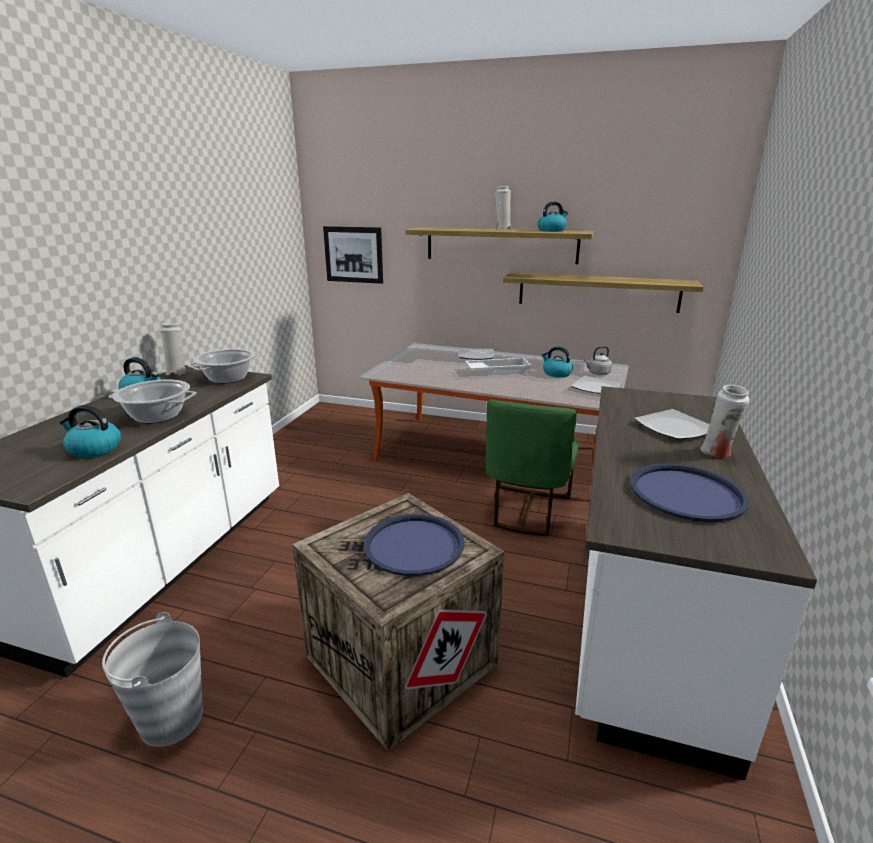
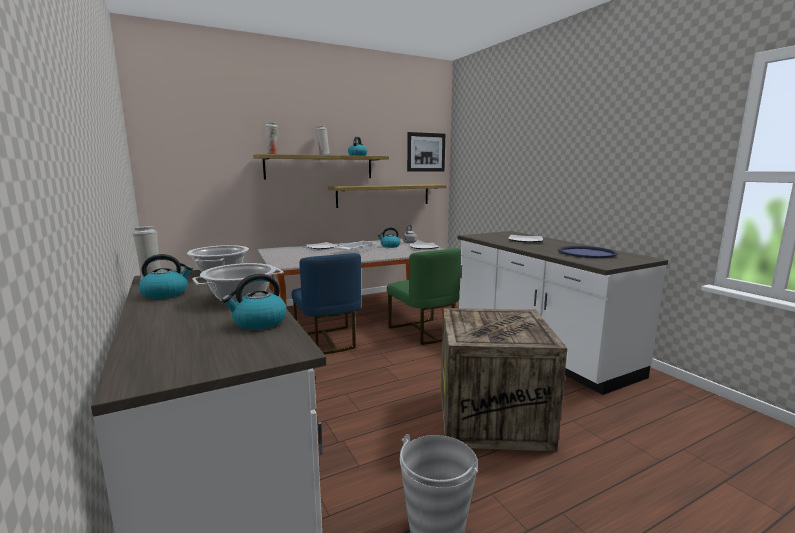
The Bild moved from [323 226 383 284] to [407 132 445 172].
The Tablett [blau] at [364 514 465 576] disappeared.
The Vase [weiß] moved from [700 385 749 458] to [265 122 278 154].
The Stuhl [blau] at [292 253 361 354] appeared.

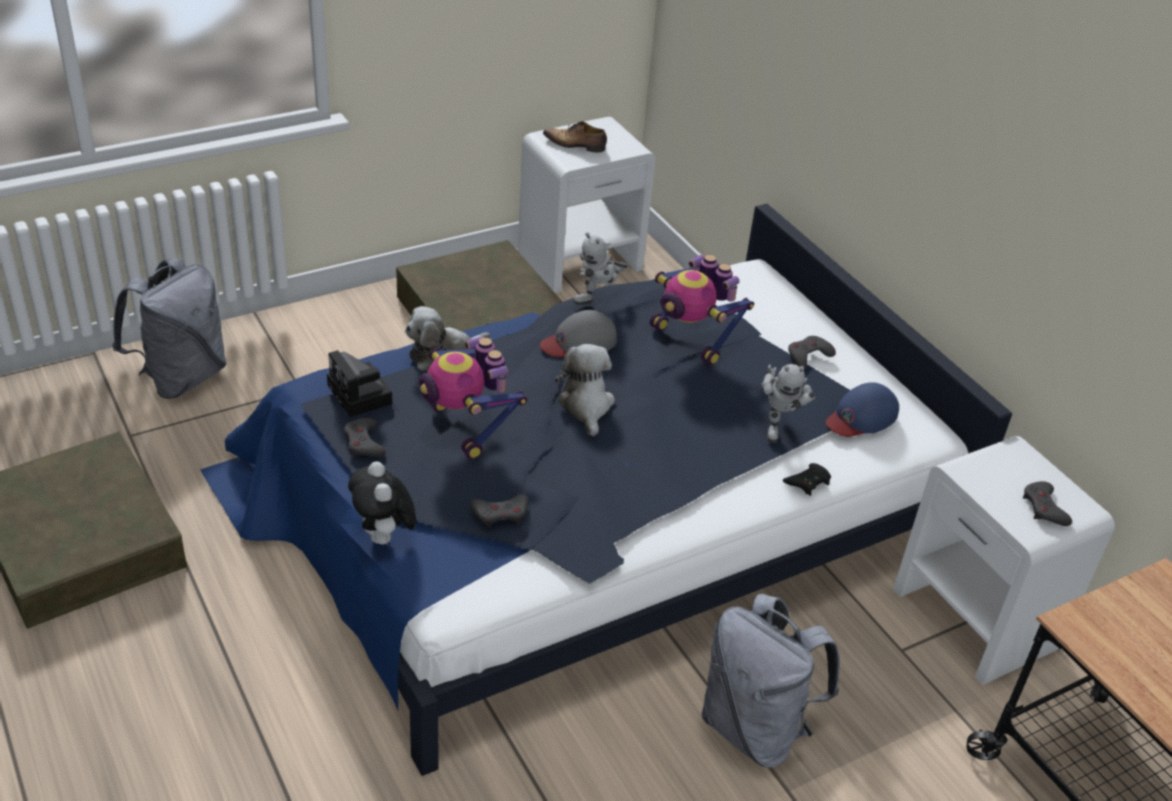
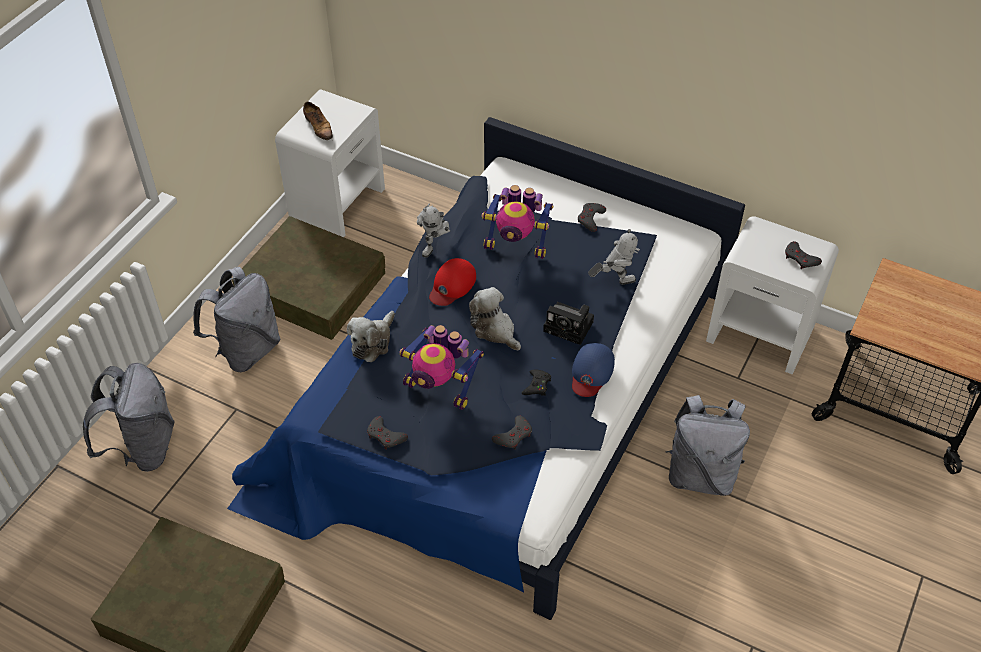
The Kamera moved from [327 350 393 417] to [543 302 594 345].
The Plüschtier at [348 461 416 546] disappeared.
The Kappe [grau] at [540 310 617 357] became the Kappe [rot] at [429 258 476 306].
The Schuh at [543 121 607 153] turned 105 degrees counterclockwise.
The Spielzeugroboter at [761 364 815 443] turned 75 degrees counterclockwise.
The Gamepad [schwarz] moved from [783 463 831 496] to [522 370 551 396].
The Kappe [blau] moved from [826 382 899 437] to [572 343 615 397].
The Rucksack [grau] at [193 267 281 372] appeared.

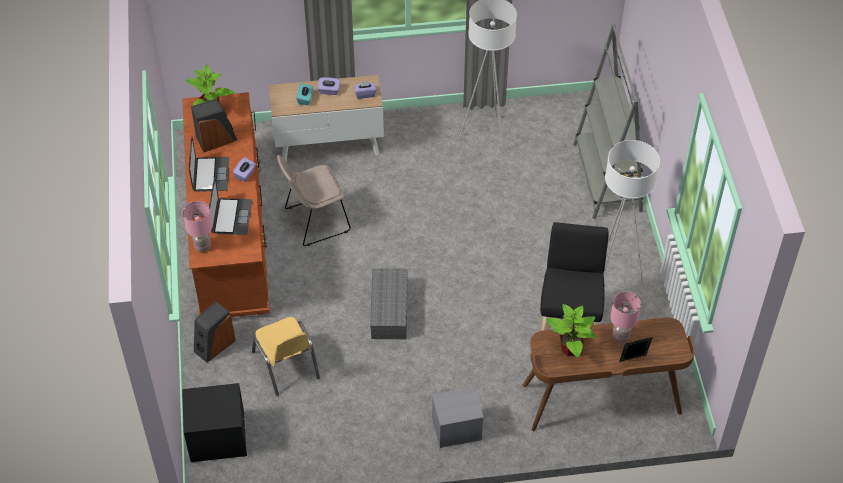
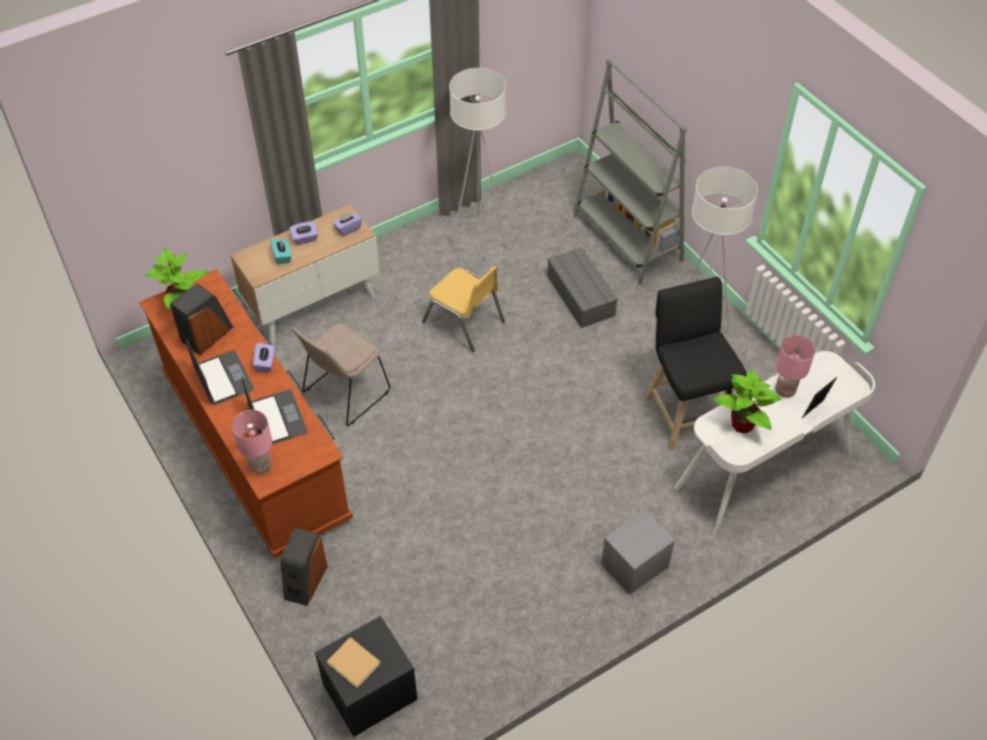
The Stuhl [gelb] moved from [252 317 320 396] to [422 266 505 352].
The Aufbewahrungsbox [grau] moved from [370 268 408 339] to [547 247 618 328].
The Schreibtisch [braun] at [522 317 695 431] became the Schreibtisch [weiß] at [675 351 875 534].
The Buch [beige] at [327 637 381 688] appeared.

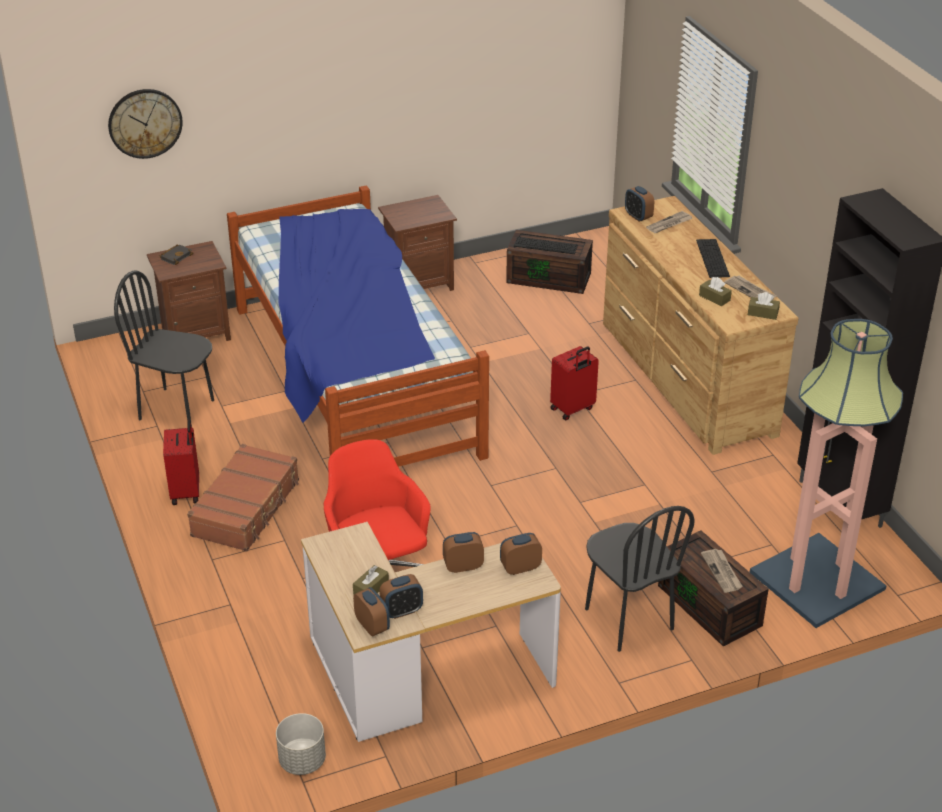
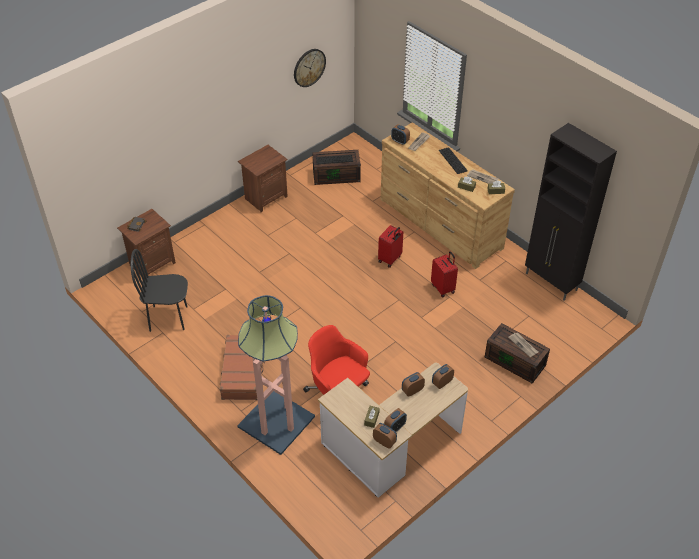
The Wanduhr moved from [108 89 183 159] to [294 49 326 87].
The Koffer [rot] moved from [163 420 199 505] to [431 251 458 298].
The Bett at [227 185 489 467] disappeared.
The Pflanzkübel [grau] at [276 713 326 775] disappeared.
The Stuhl [schwarz] at [585 506 695 652] disappeared.
The Stehlampe moved from [750 319 903 628] to [237 295 315 455].

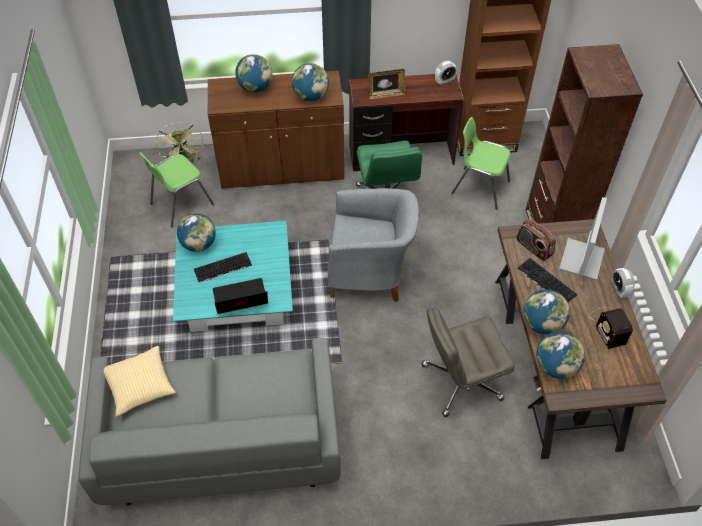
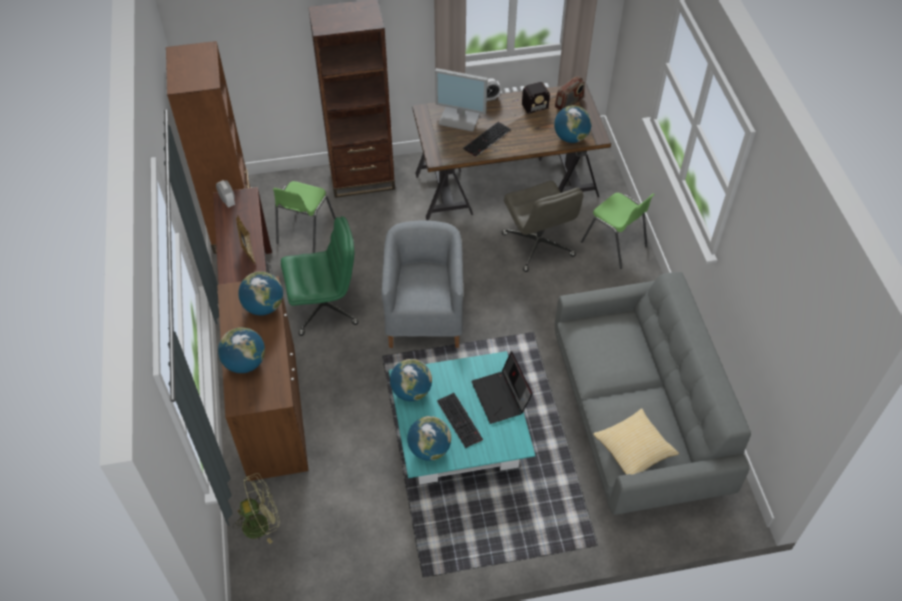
The Stuhl [grün] moved from [139 152 214 228] to [581 193 654 269].
The Radio moved from [516 219 556 261] to [555 76 585 110].
The Globus moved from [523 289 570 334] to [390 359 432 401].

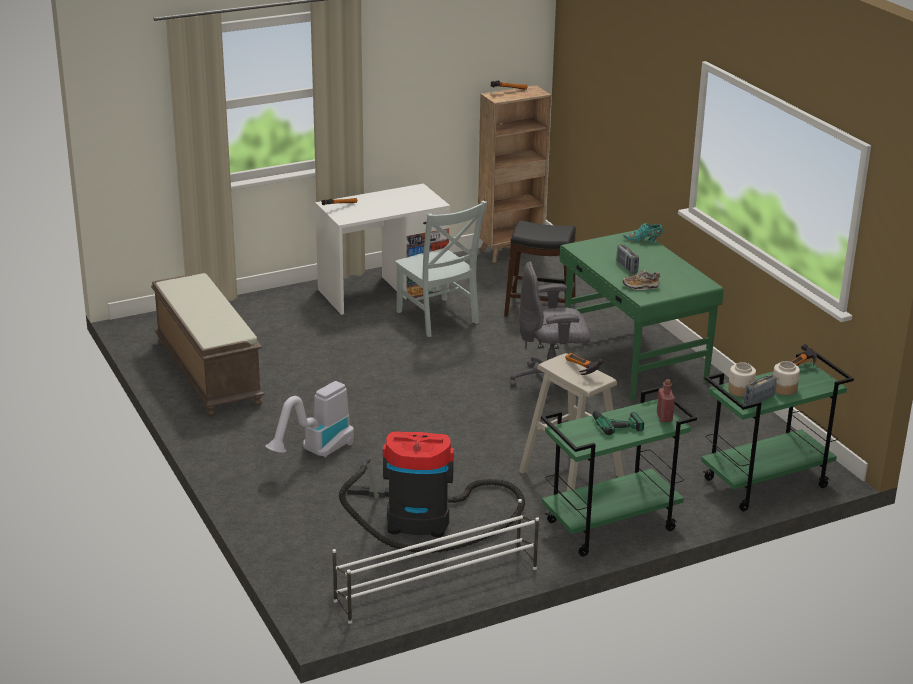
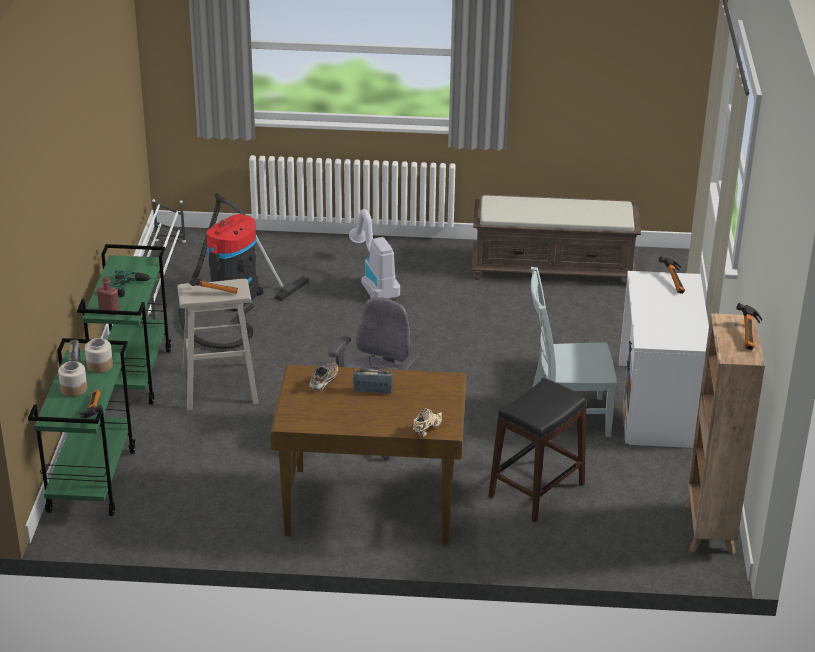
The Schreibtisch [grün] at [560 230 724 401] became the Schreibtisch [braun] at [270 365 467 545].
The Schuh [türkis] at [623 223 663 242] became the Schuh [beige] at [413 409 442 437].

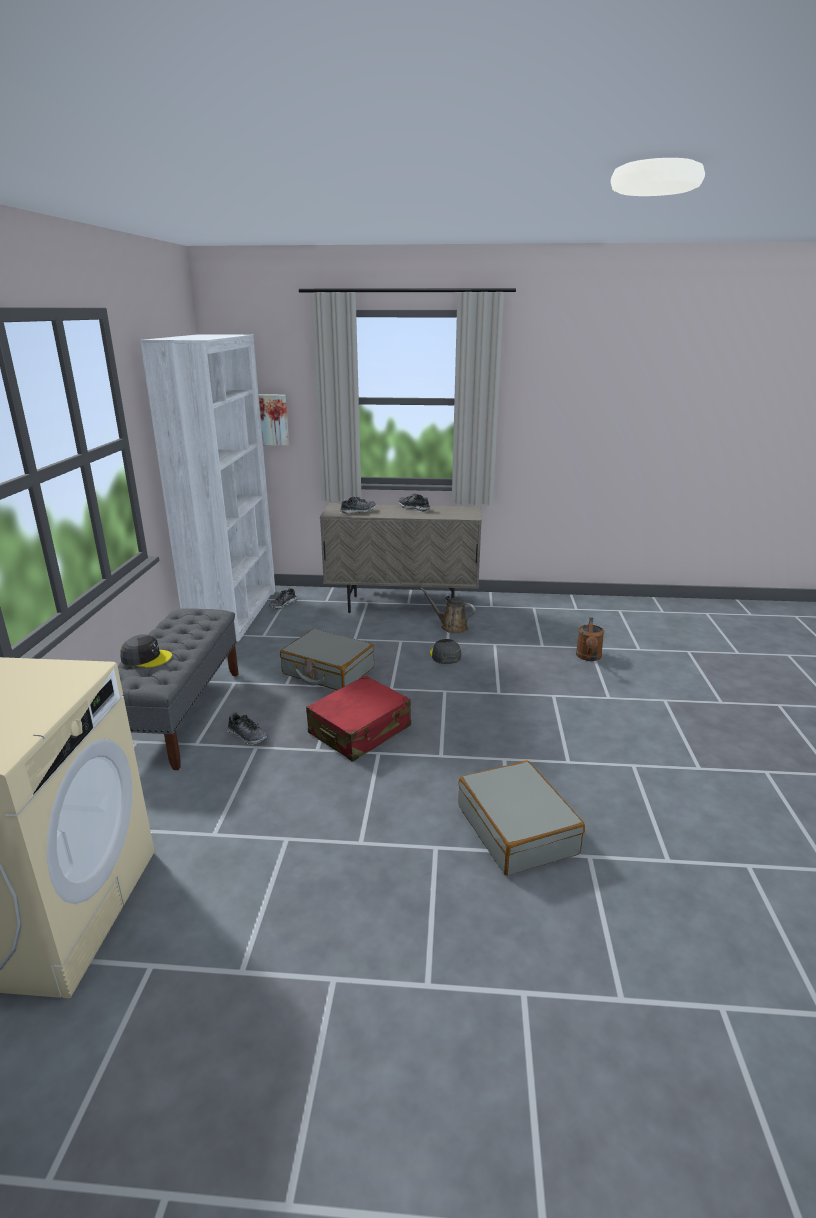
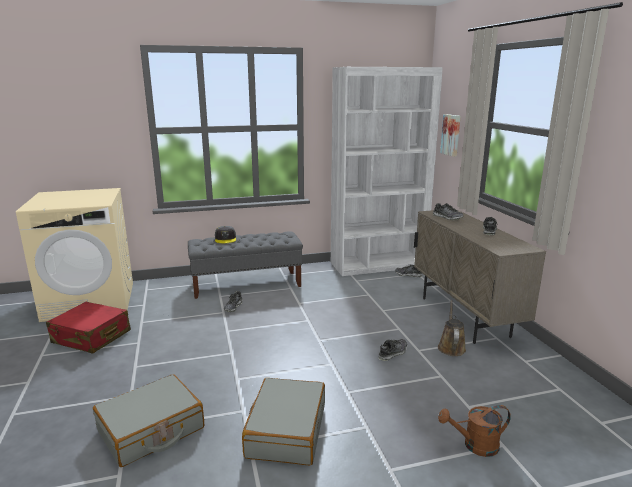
The Koffer [grau] moved from [280 629 374 690] to [242 378 325 466].
The Koffer [rot] moved from [306 676 411 762] to [46 302 131 354].
The Kappe [grau] at [430 639 461 664] was replaced by the Schuh at [378 339 407 361].

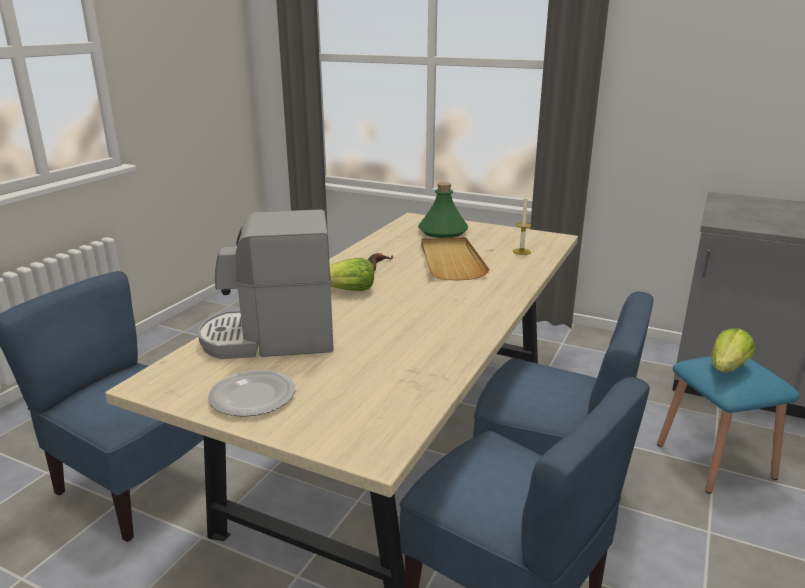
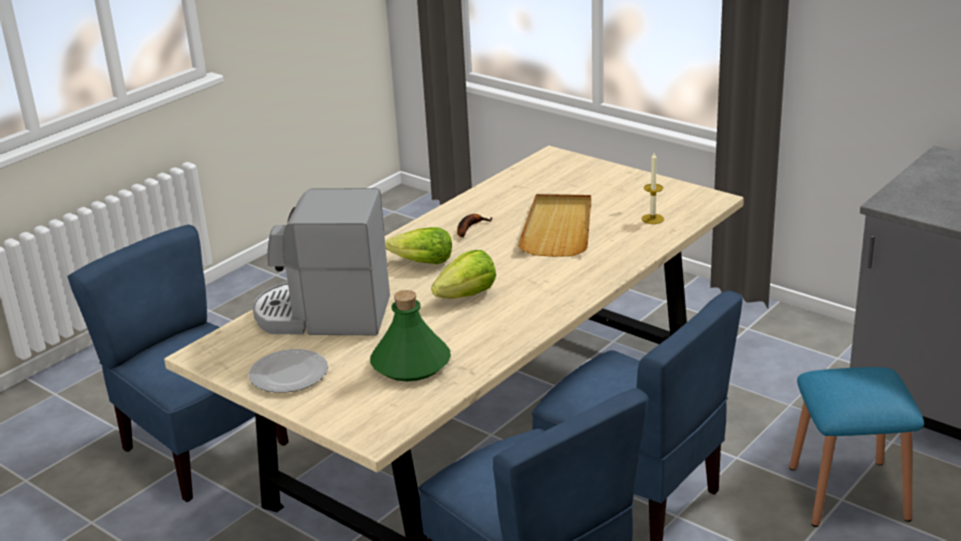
The Flasche [grün] moved from [418 182 468 238] to [370 290 451 381].
The Salatkopf moved from [711 328 755 372] to [431 250 496 299].

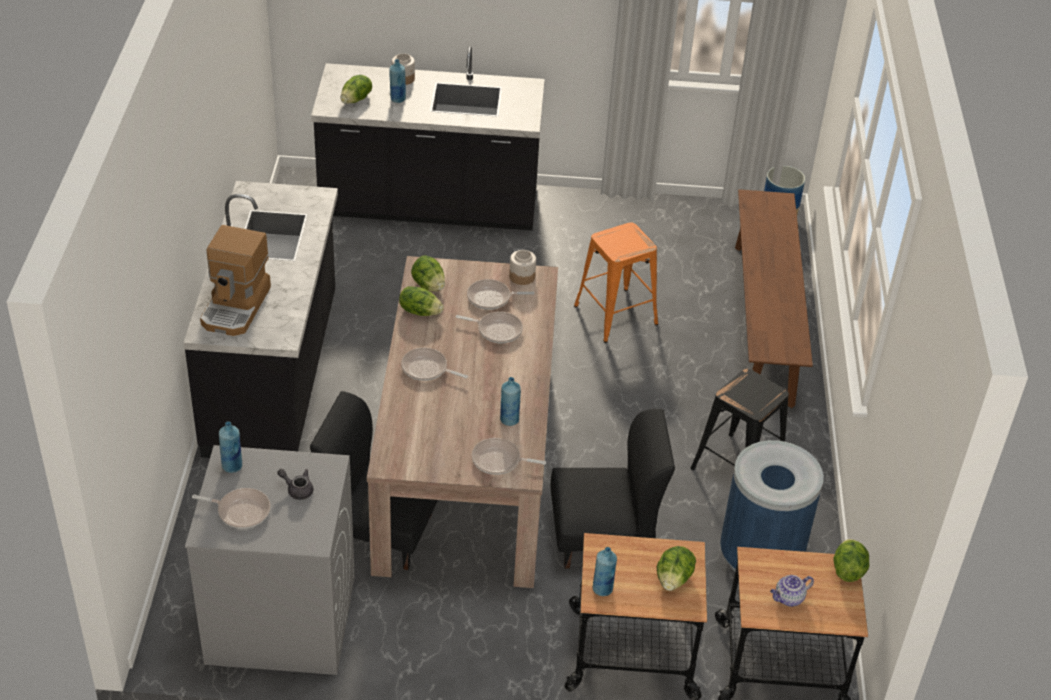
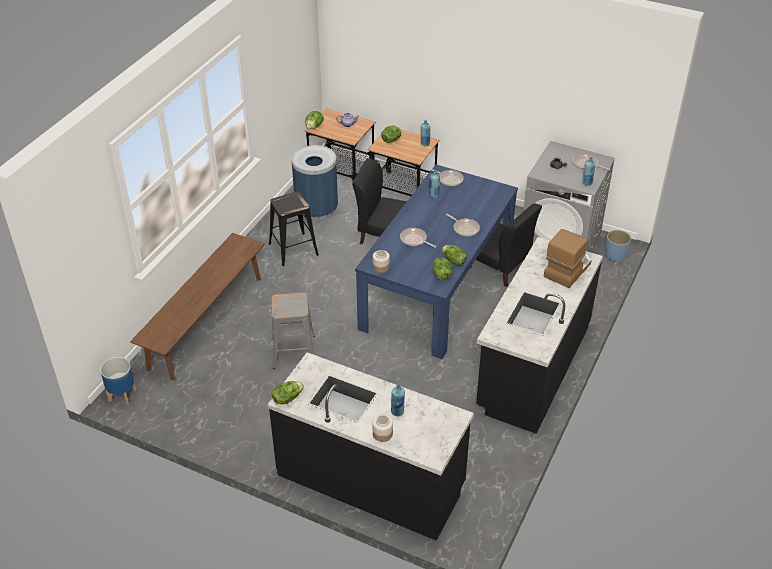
The Salatkopf moved from [341 75 372 104] to [272 381 304 404].
The Esstisch [beige] at [367 256 558 588] became the Esstisch [blau] at [355 164 518 359].
The Pfanne at [467 279 534 310] disappeared.
The Hocker [orange] at [574 222 658 343] became the Hocker [grau] at [271 293 315 369].
The Pflanzkübel [blau] at [605 230 631 262] appeared.

